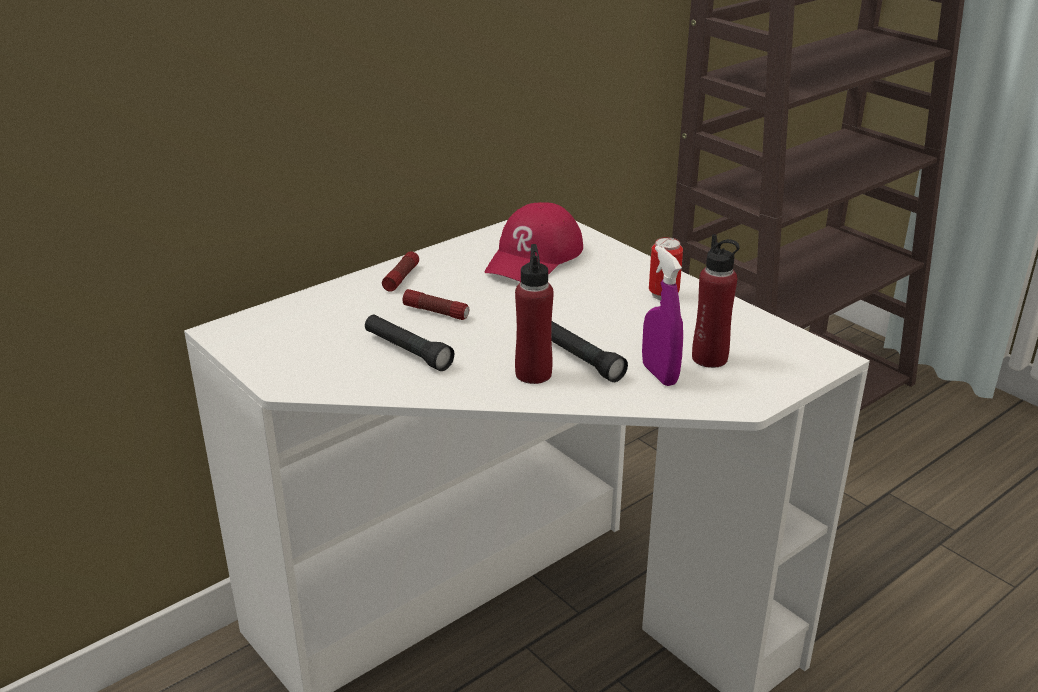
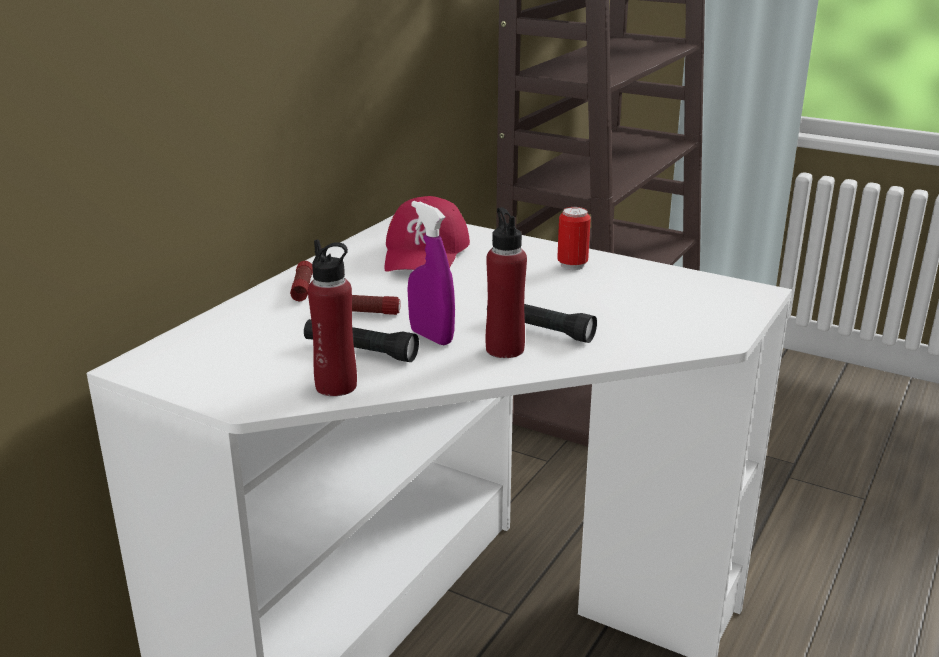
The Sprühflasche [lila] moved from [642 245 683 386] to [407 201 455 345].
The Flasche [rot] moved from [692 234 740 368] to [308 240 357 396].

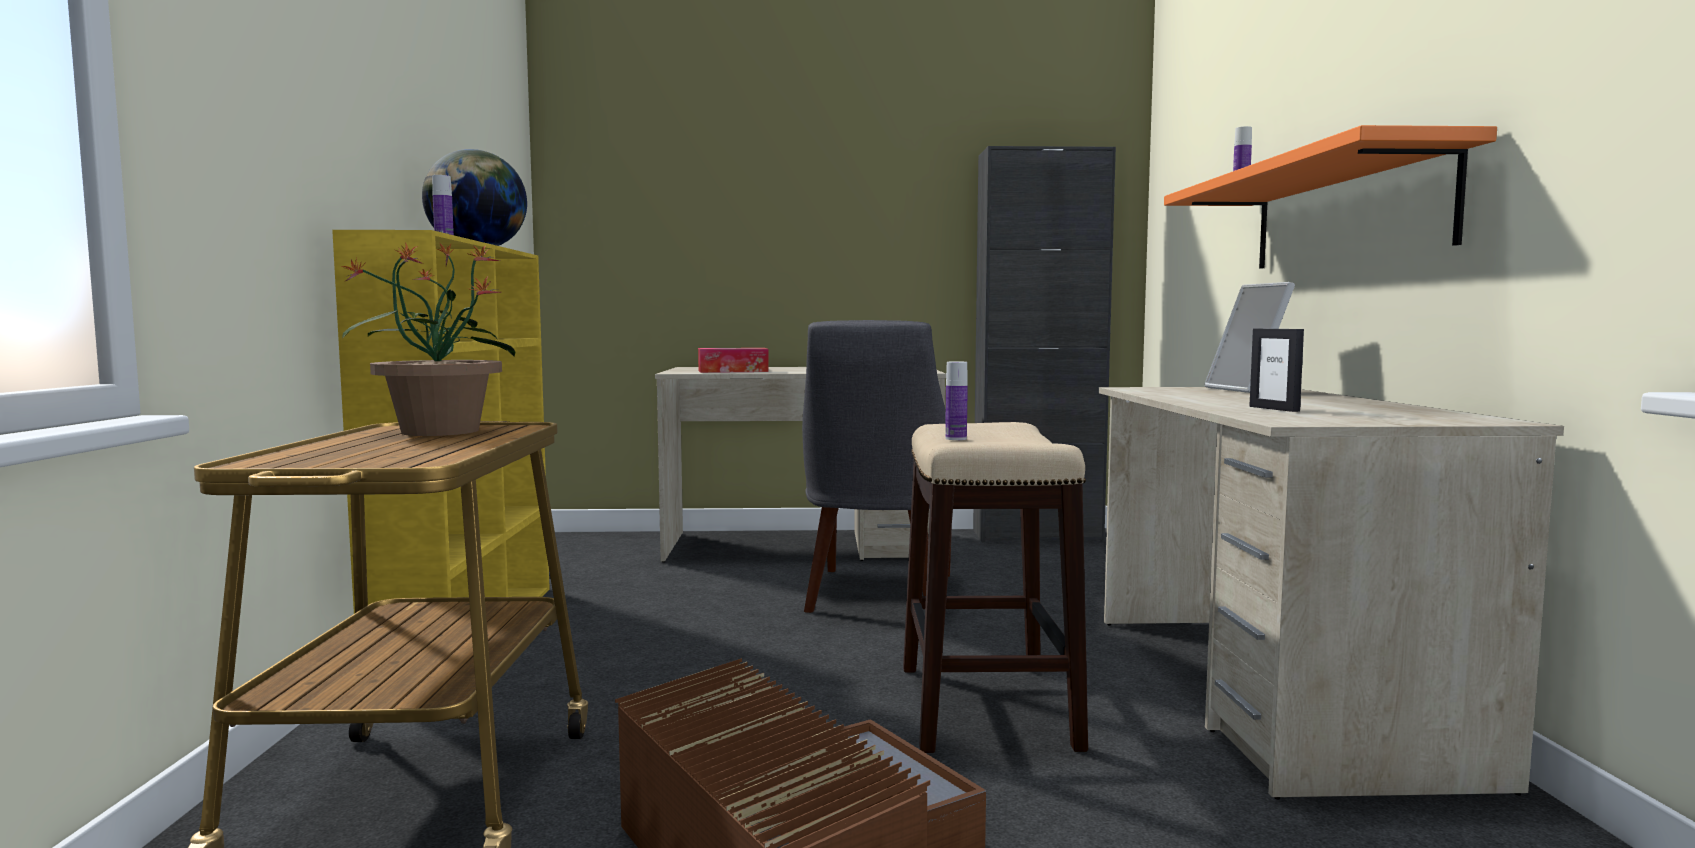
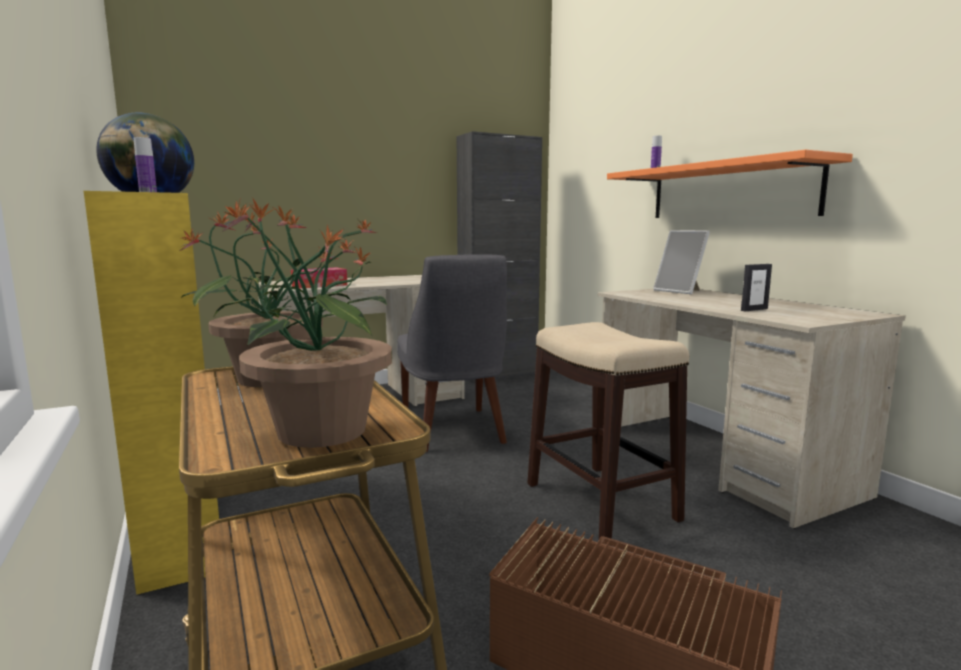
The Flasche at [945 361 968 440] disappeared.
The Bilderrahmen at [1249 328 1304 412] turned 75 degrees counterclockwise.
The Topfpflanze at [214 197 392 448] appeared.

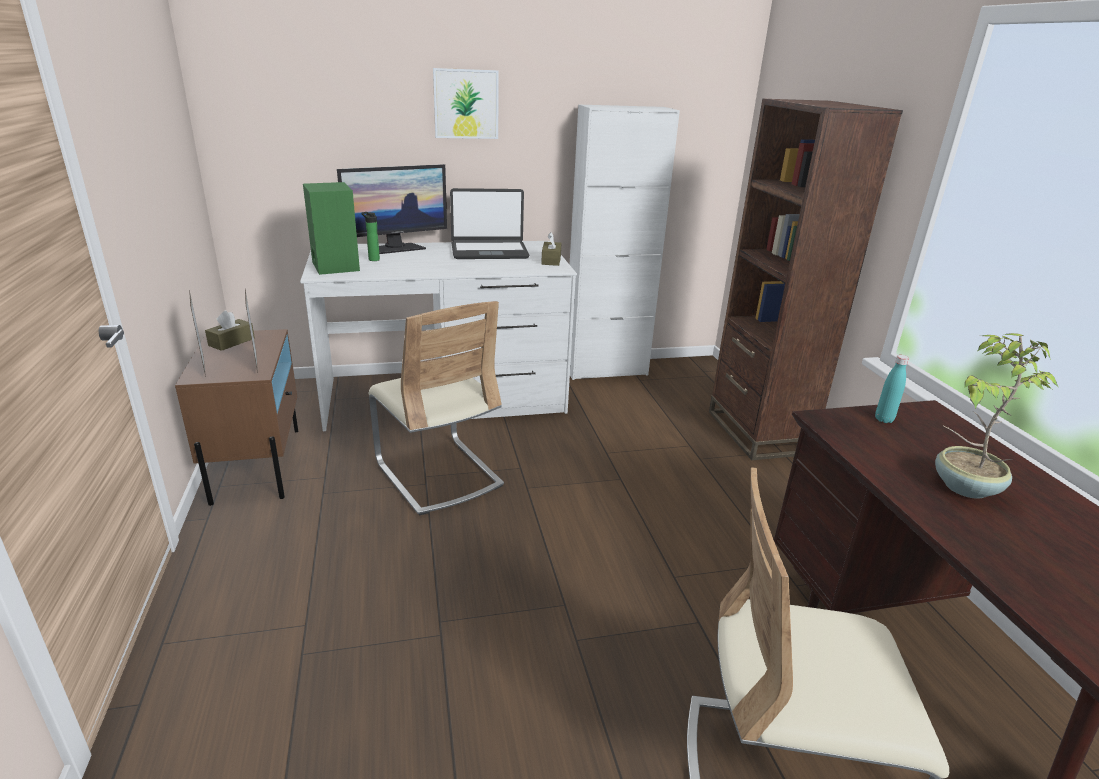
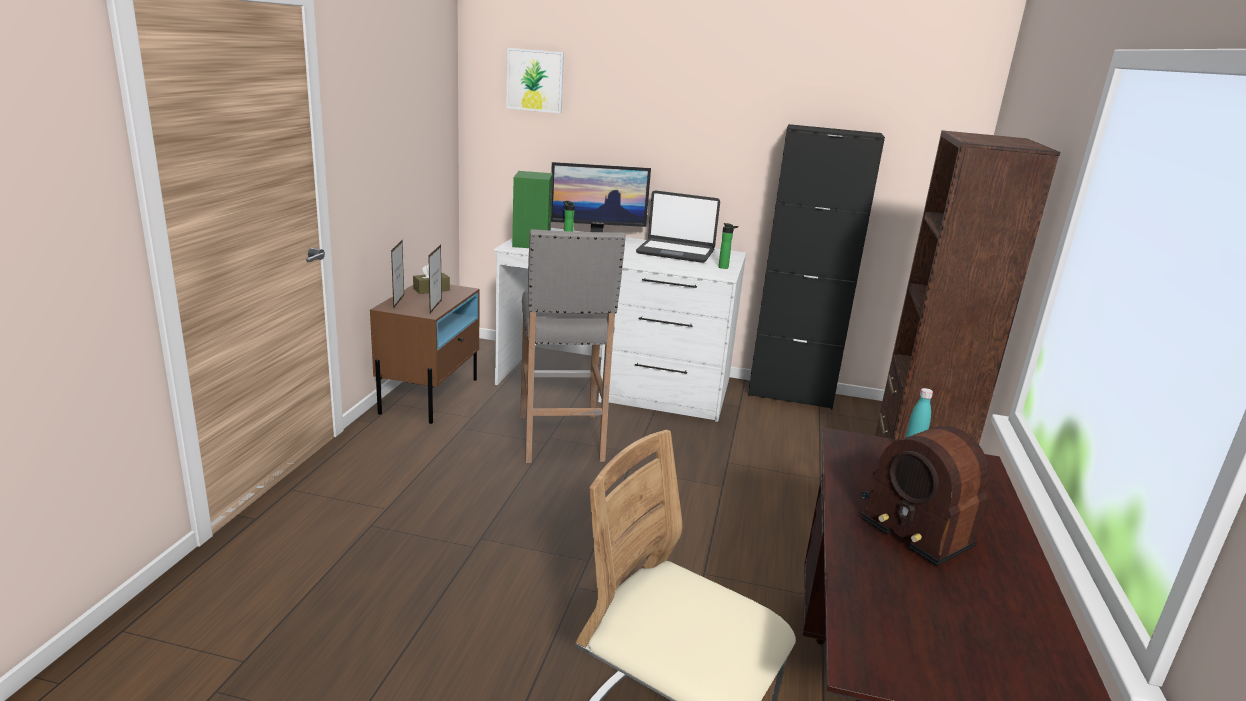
The Stuhl [beige] at [369 301 504 516] was replaced by the Hocker [grau] at [520 229 626 463].
The Bild moved from [433 68 499 139] to [506 48 564 114].
The Taschentuchbox [braun] at [541 232 561 266] was replaced by the Flasche at [718 223 738 269].
The Schrank [weiß] at [570 104 680 380] became the Schrank [schwarz] at [748 124 885 409].
The Topfpflanze at [935 333 1059 499] was replaced by the Radio at [861 426 989 566].

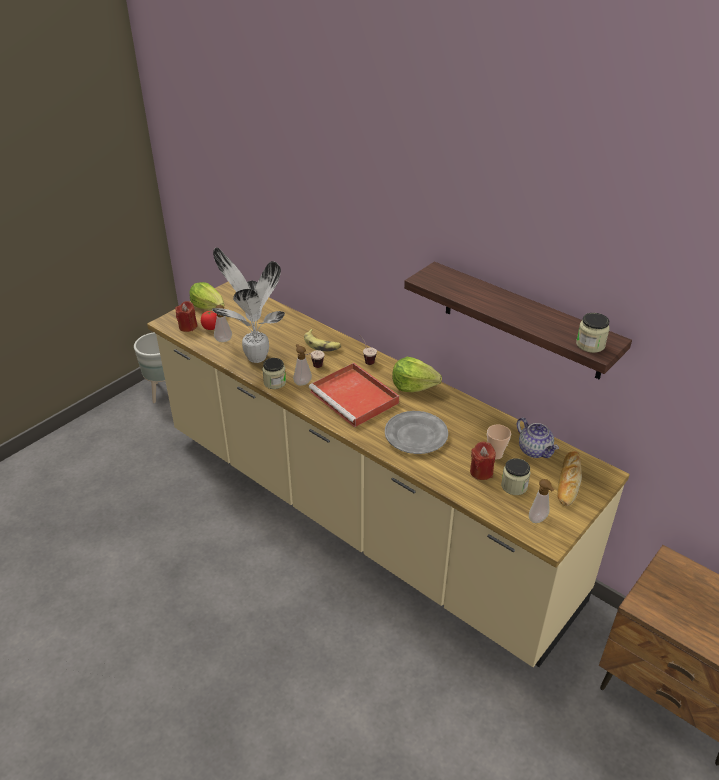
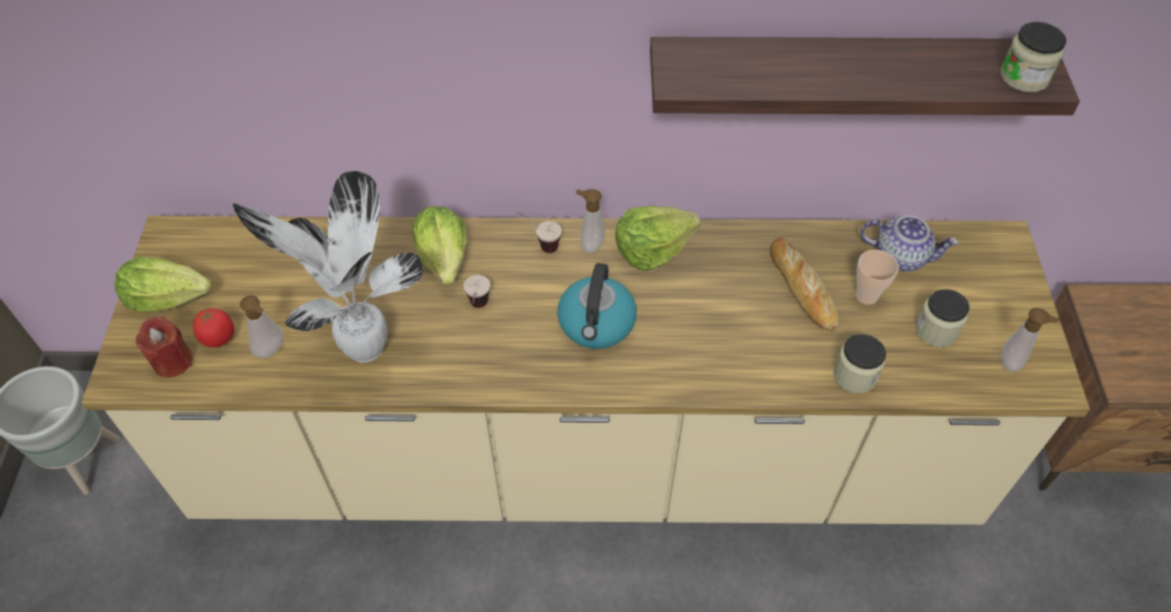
The Vorratsglas moved from [262 358 286 389] to [833 334 886 393].
The Seifenspender moved from [293 344 312 386] to [576 189 605 253].
The Banane at [304 329 341 352] was replaced by the Salatkopf at [413 206 467 284].
The Tablett [rot] at [309 363 399 428] was replaced by the Wasserkessel at [557 263 637 349].
The Teller [grau] at [385 411 448 454] disappeared.
The Kerze [rot] at [470 442 496 480] disappeared.
The Brot moved from [558 451 582 506] to [771 238 839 331].

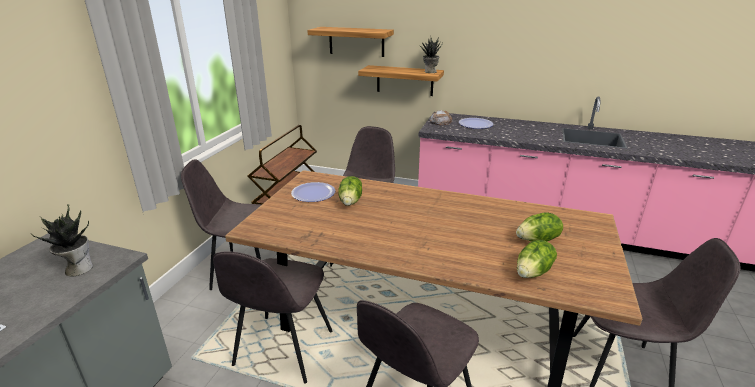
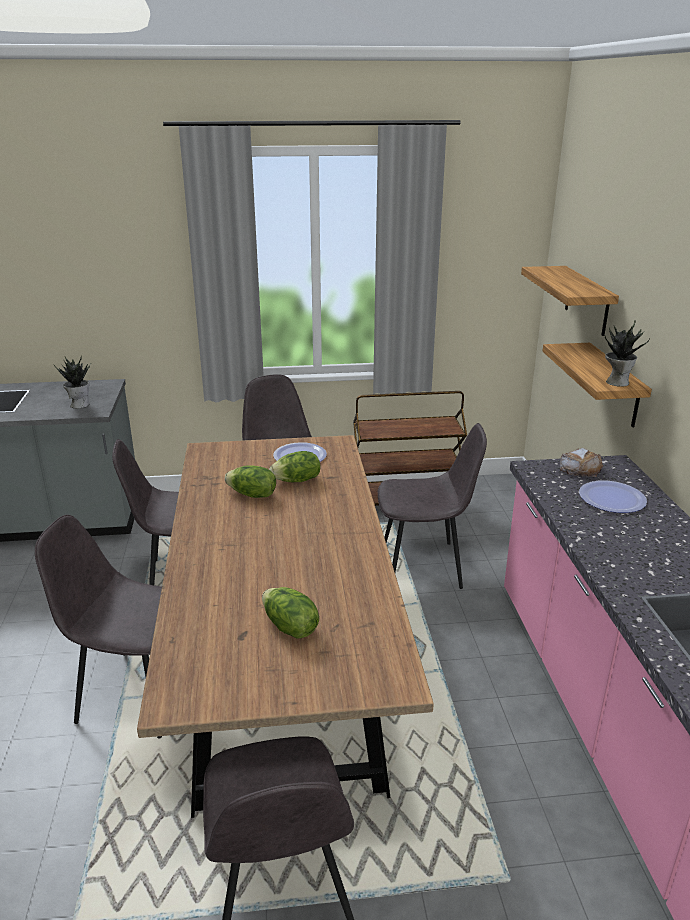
The Salatkopf moved from [517 240 557 278] to [225 465 276 498].

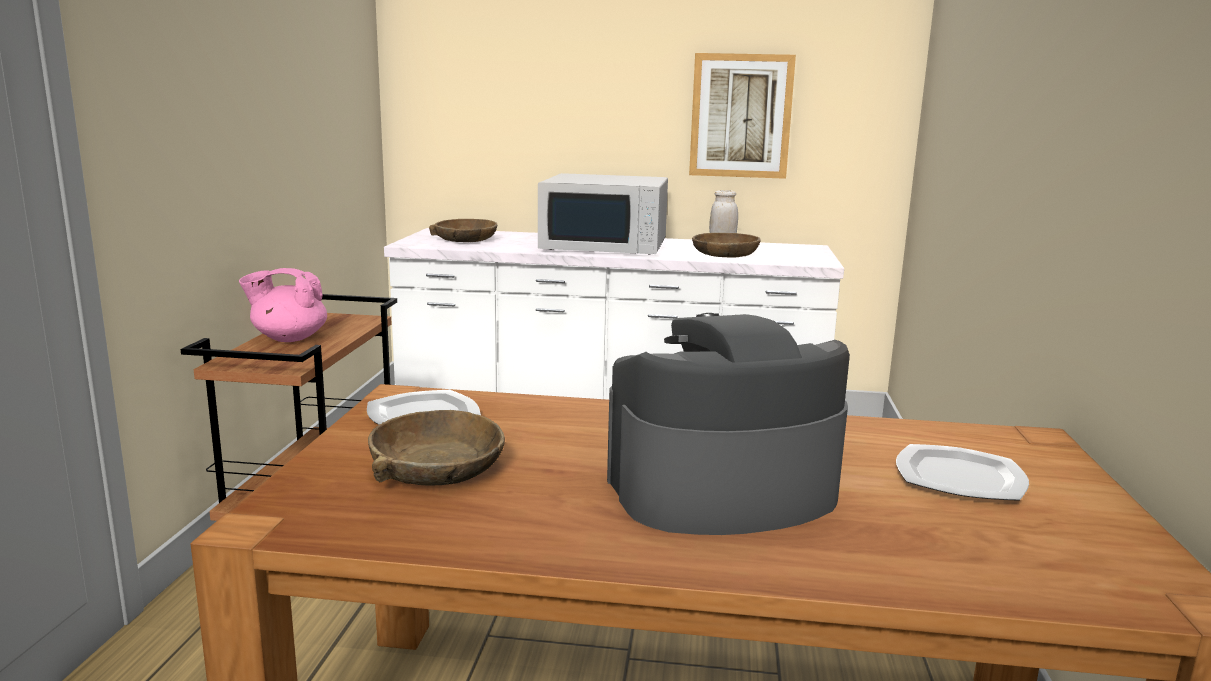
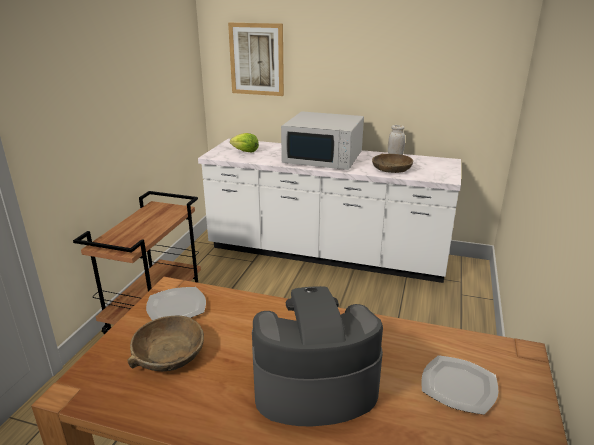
The Teekanne [rosa] at [239 268 327 342] disappeared.
The Schüssel [braun] at [429 219 497 242] was replaced by the Salatkopf at [230 133 259 152].
The Bild moved from [689 53 796 179] to [228 23 284 96].

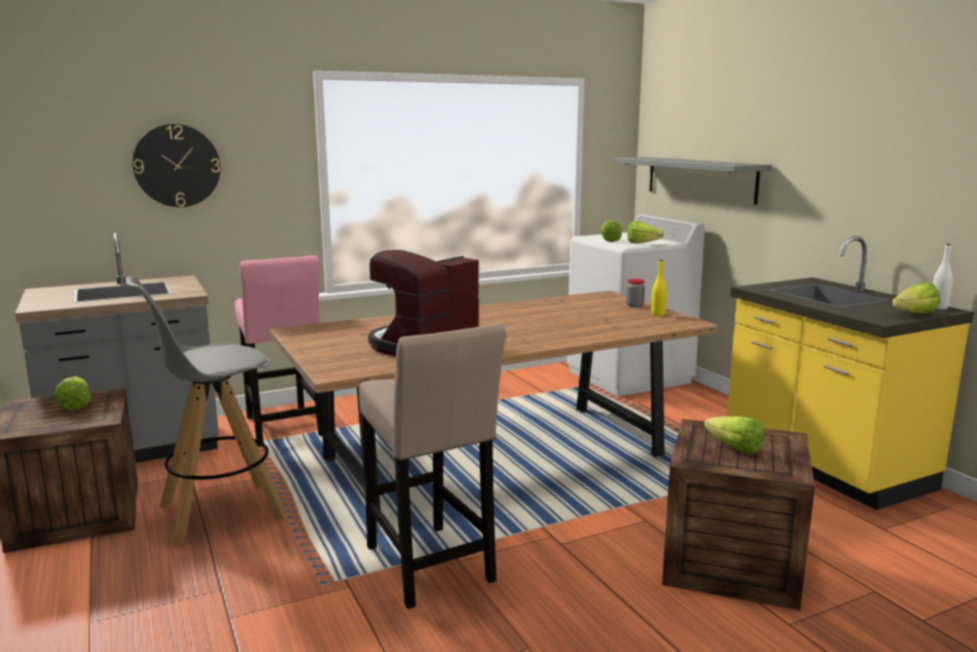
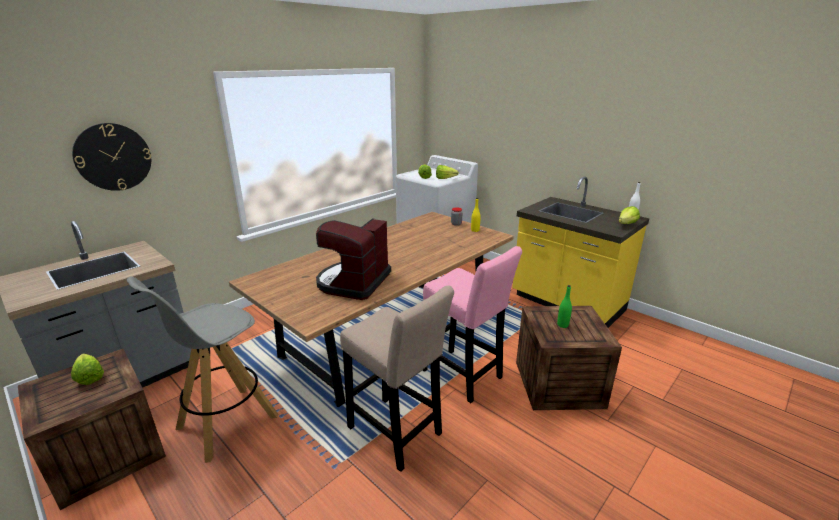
The Hocker [rosa] moved from [235 255 323 446] to [422 246 522 403].
The Wandregal [grau] at [611 157 772 205] disappeared.
The Salatkopf at [704 416 764 454] was replaced by the Flasche [grün] at [557 285 572 328].

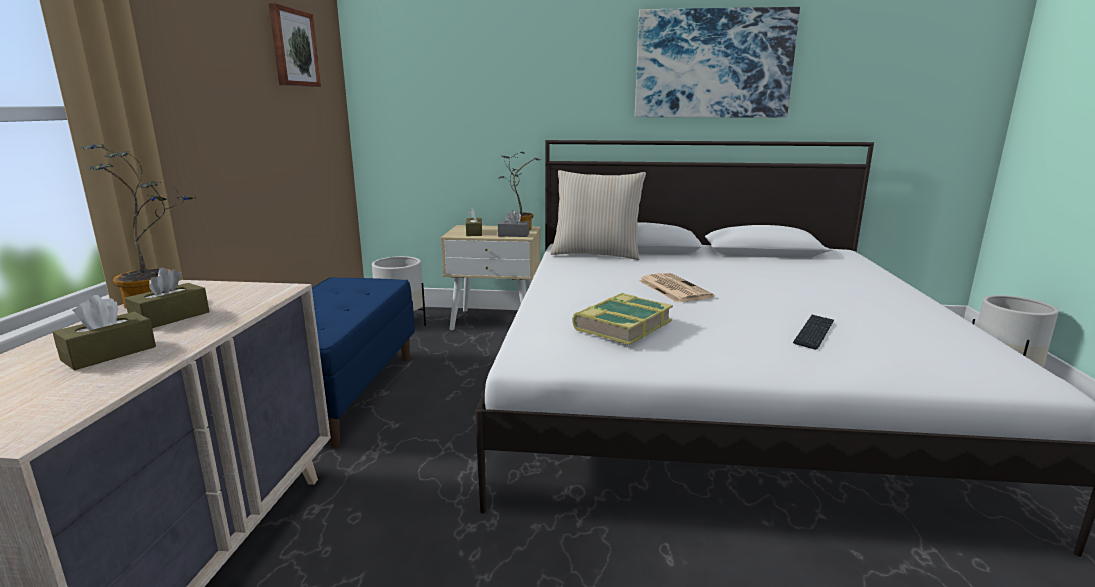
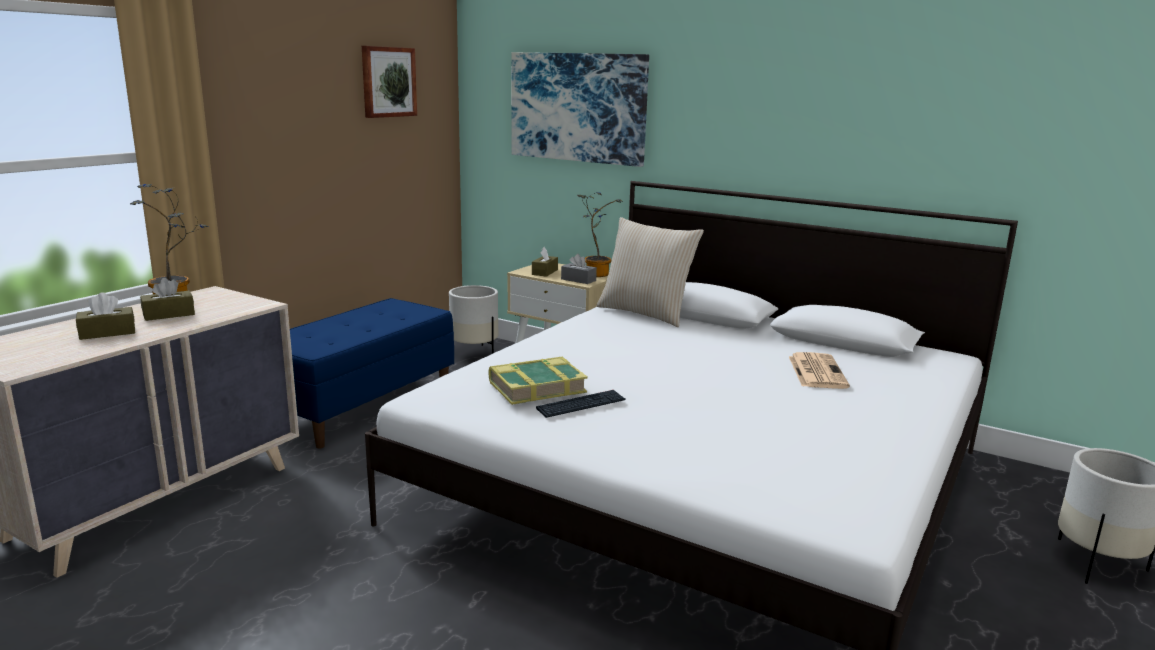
The Bild moved from [635 7 800 118] to [511 52 649 167].
The Zeitung moved from [638 273 714 303] to [789 352 850 389].
The Tastatur moved from [793 314 834 350] to [536 390 626 418].

